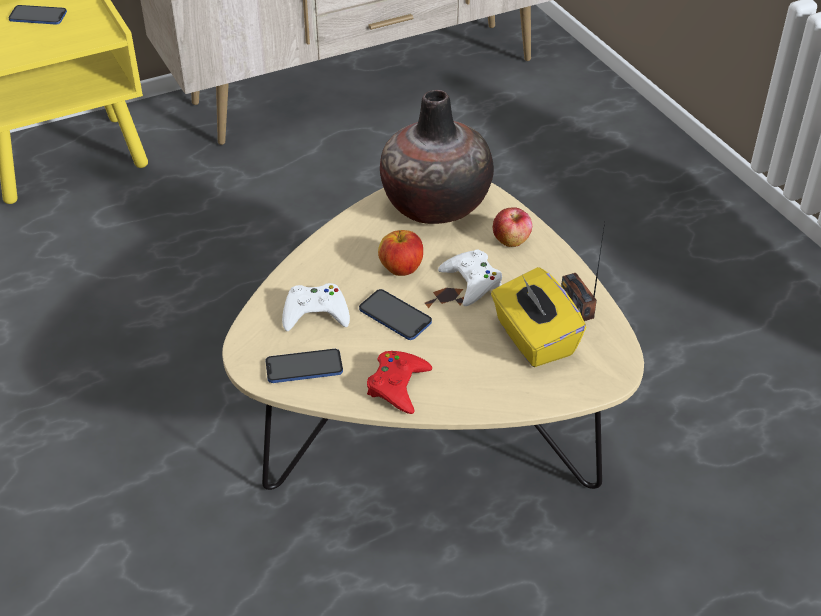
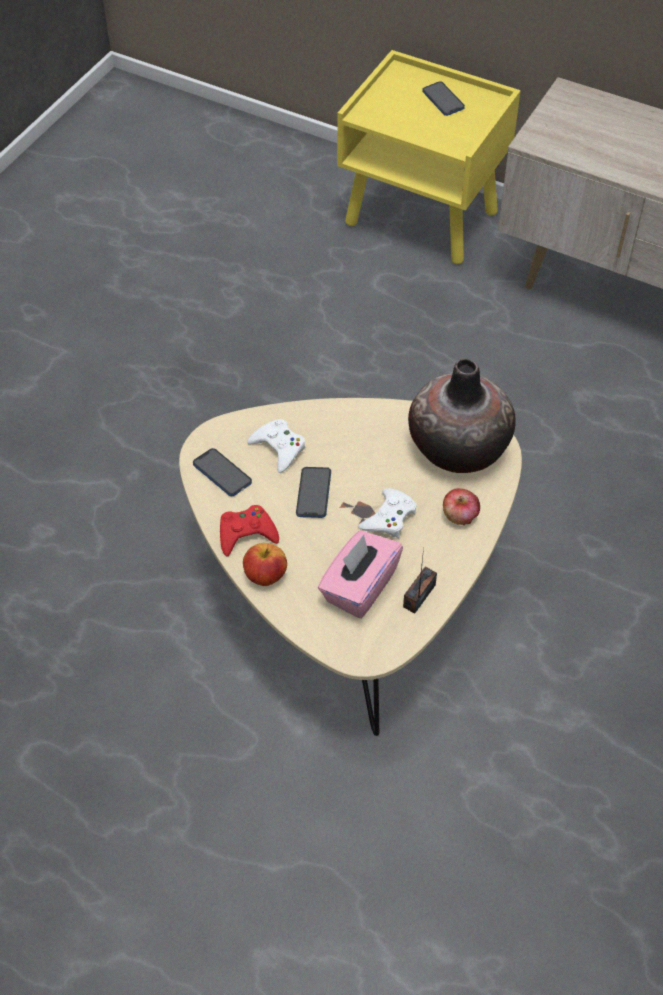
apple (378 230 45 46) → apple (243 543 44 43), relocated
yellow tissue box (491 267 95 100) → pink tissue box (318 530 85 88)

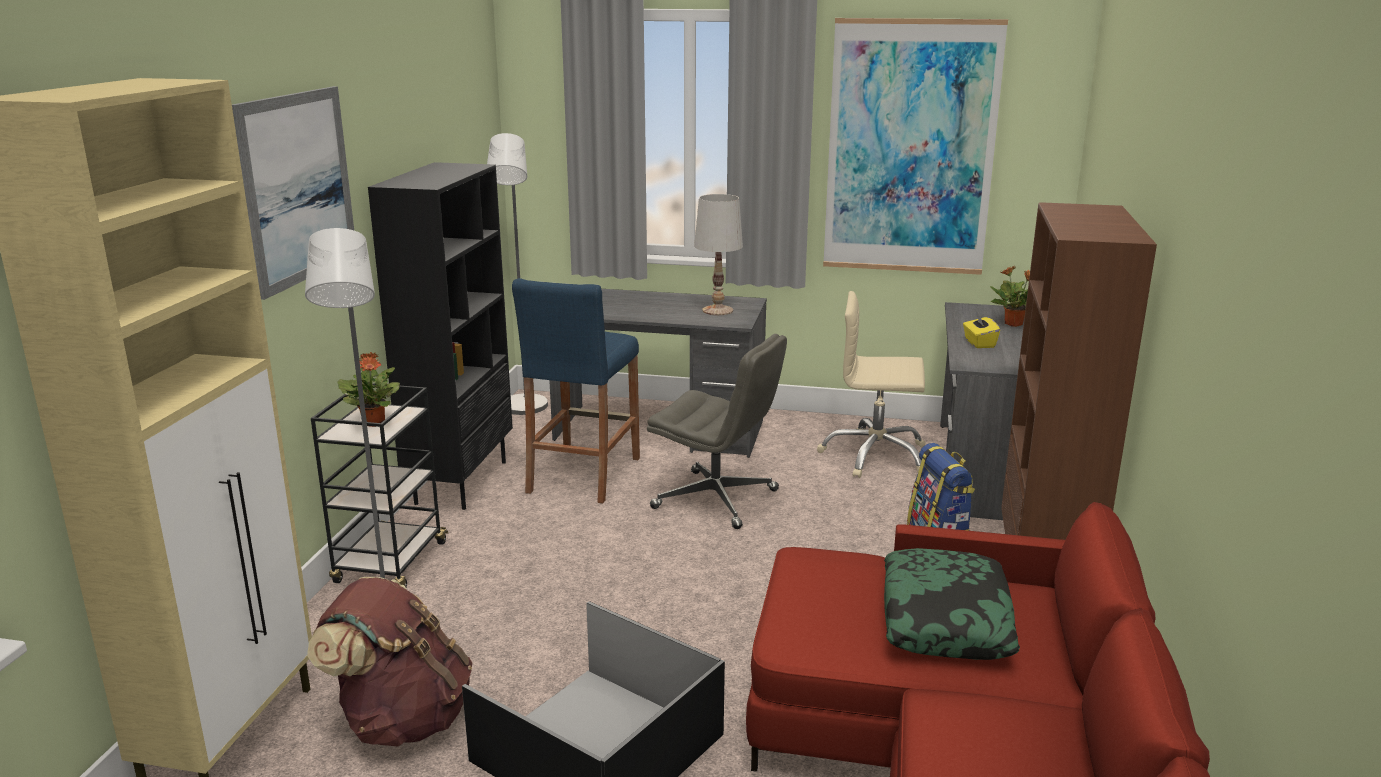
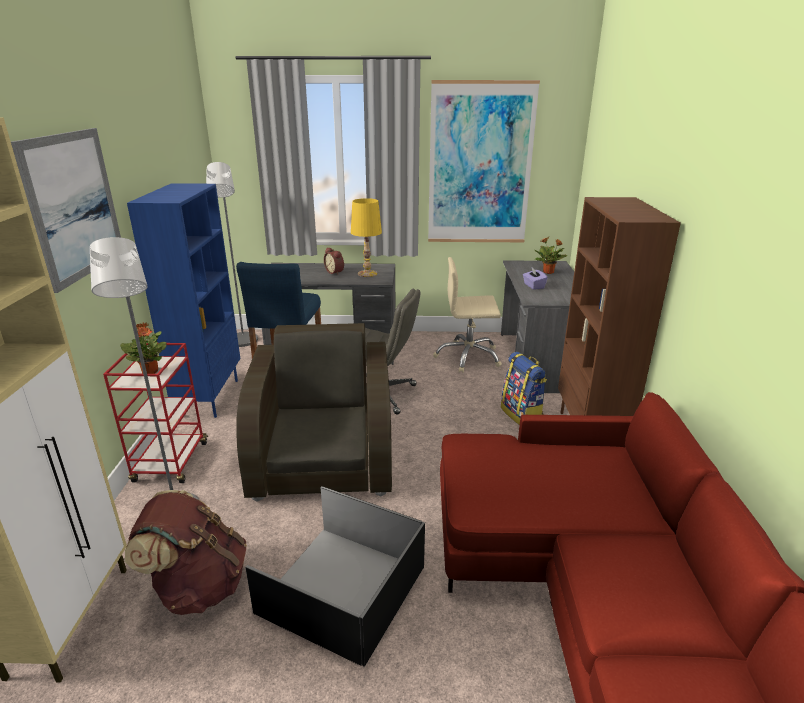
black cart (311 383 137 204) → red cart (103 343 105 140)
black bookcase (368 162 145 348) → blue bookcase (127 183 113 235)
white table lamp (694 194 49 121) → yellow table lamp (351 198 31 79)
pillow (884 548 136 112) → -
yellow tissue box (963 312 37 36) → purple tissue box (523 267 25 23)
- → brown armchair (236 323 156 179)
- → alarm clock (324 247 20 28)

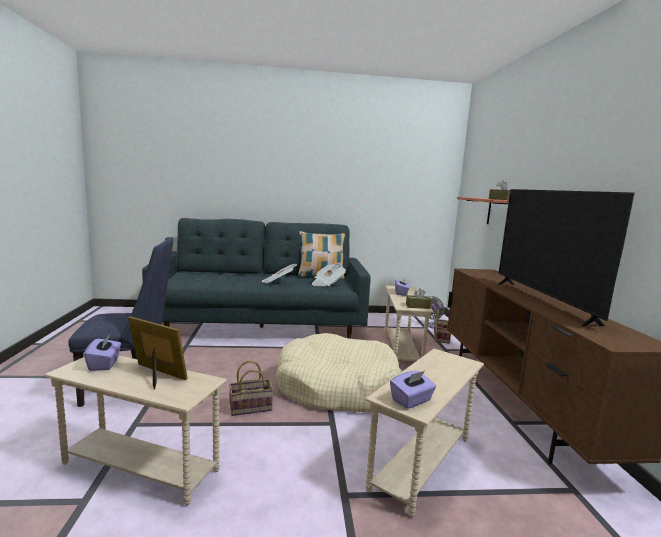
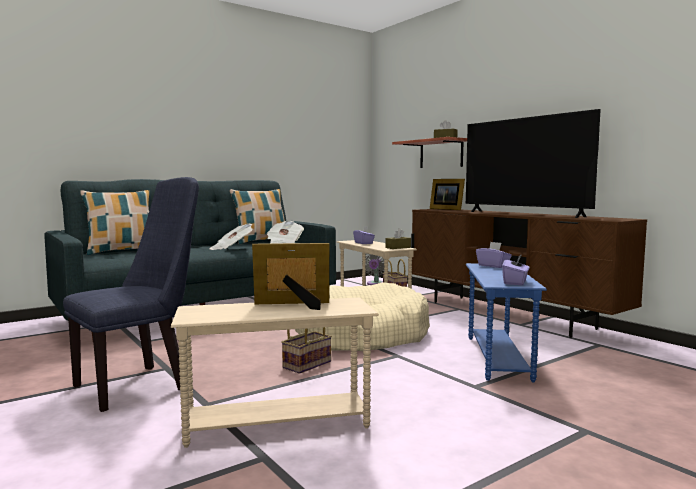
purple tissue box (84 333 37 38) → purple tissue box (476 242 36 26), relocated
beige side table (365 349 119 168) → blue side table (466 263 81 120)
- → pillow (80 190 70 65)
- → picture frame (430 179 35 31)

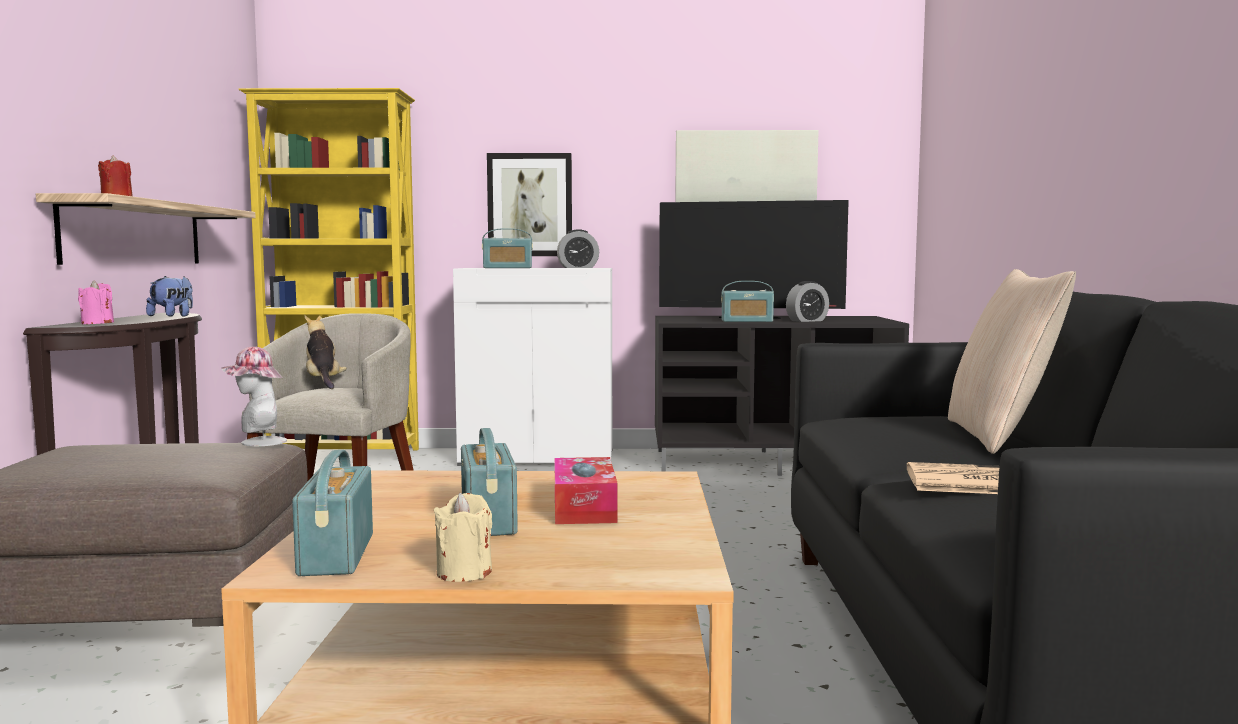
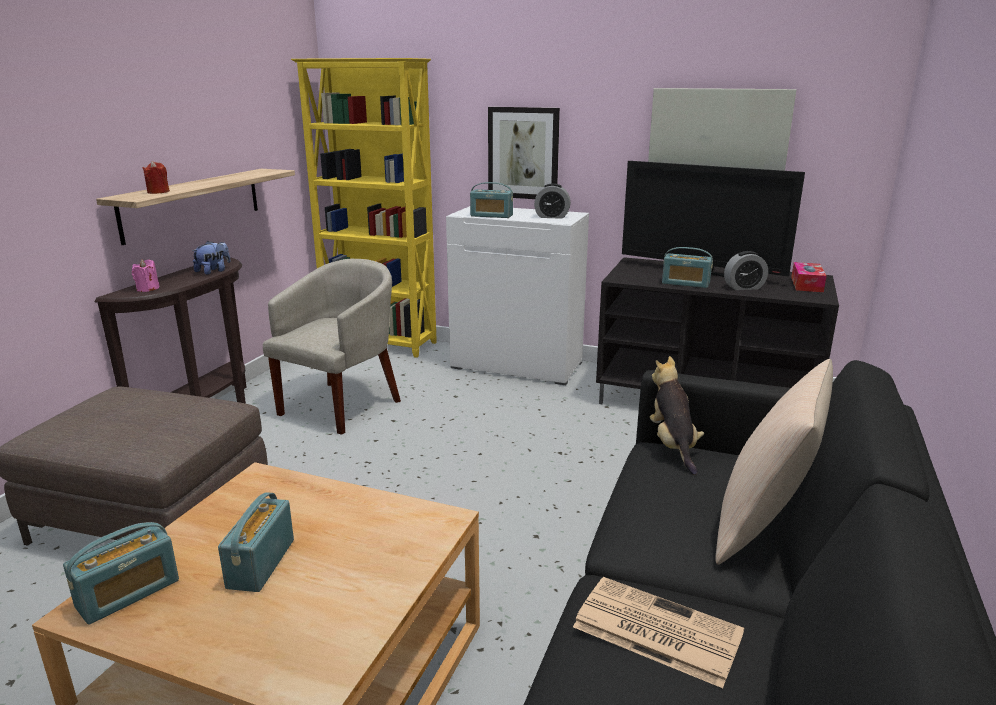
hat (221 347 66 99) → -
radio (292 450 81 126) → radio (63 522 116 102), 150 degrees counterclockwise
plush toy (305 315 42 74) → plush toy (650 356 54 119), relocated
beige candle (434 493 58 89) → -
tissue box (555 457 63 67) → tissue box (791 262 36 30), relocated

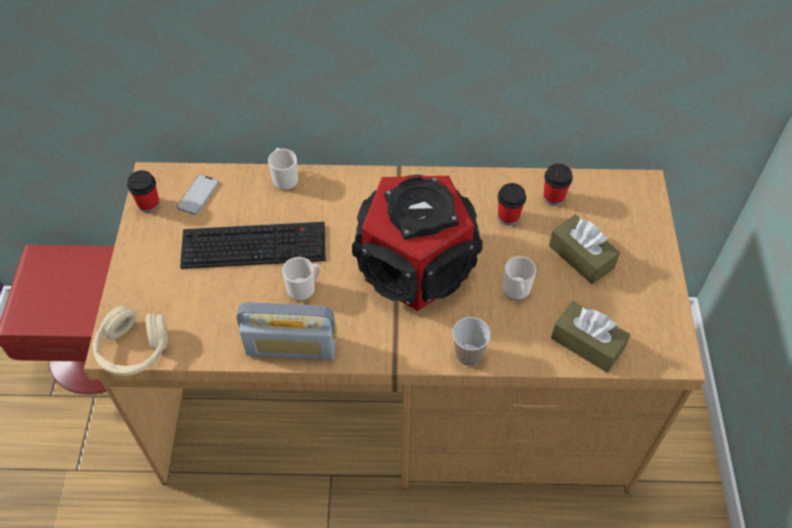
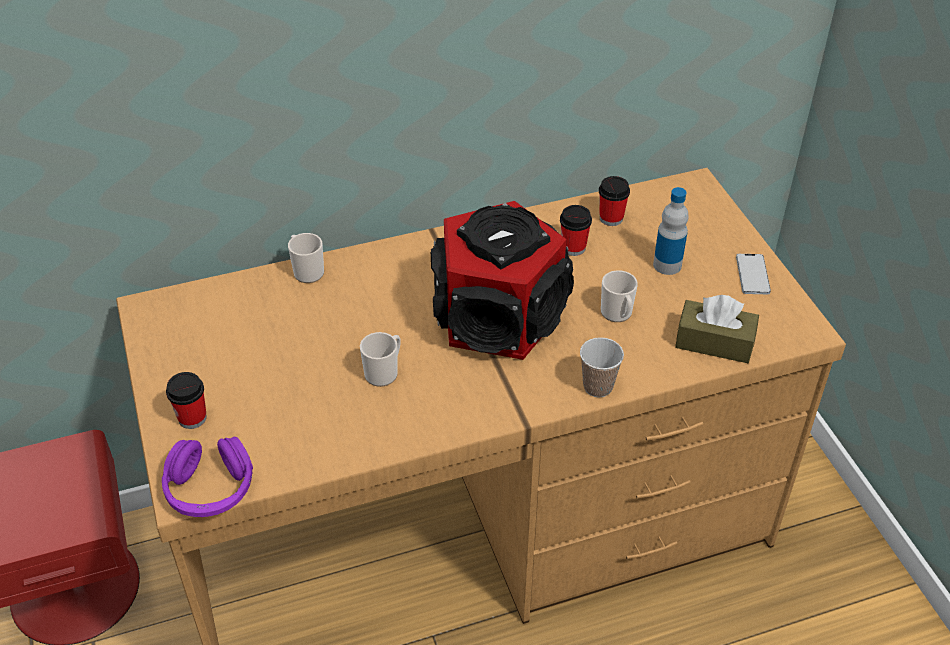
beige headphones (93 305 75 71) → purple headphones (162 437 91 80)
cup (127 170 33 43) → cup (166 372 41 57), relocated
phone (177 174 42 41) → phone (736 254 35 40), relocated
keyboard (180 222 146 47) → -
radio (237 302 100 58) → -
brown tissue box (549 214 71 70) → bottle (653 187 36 88)

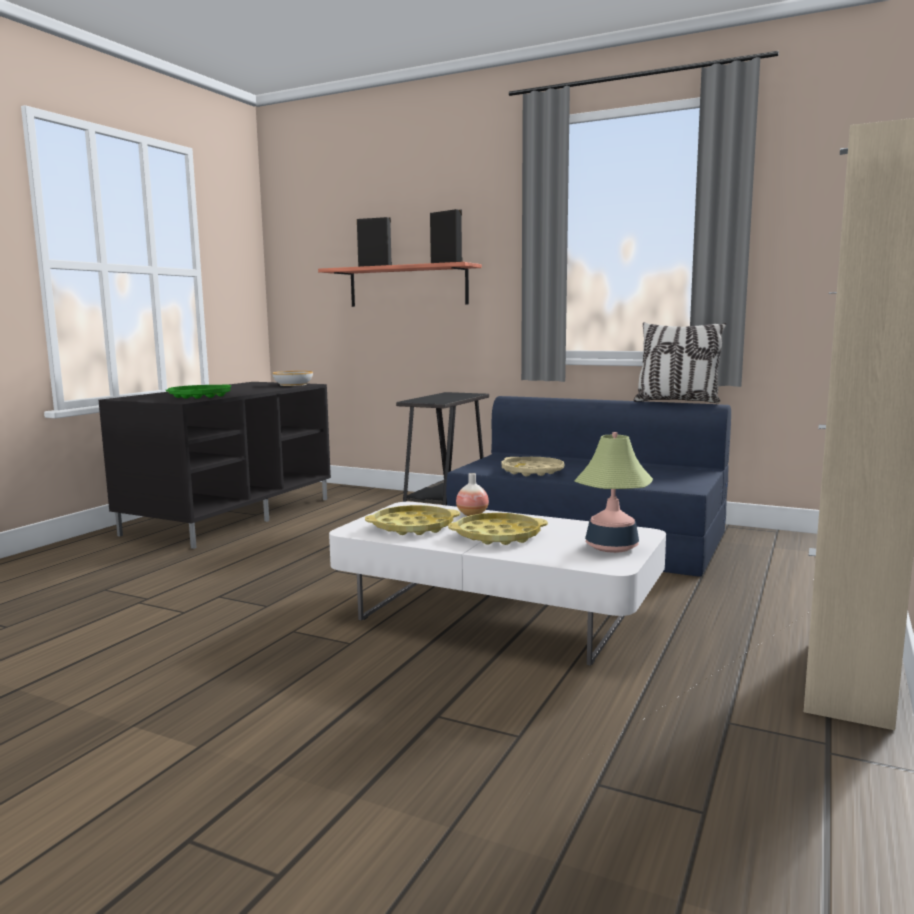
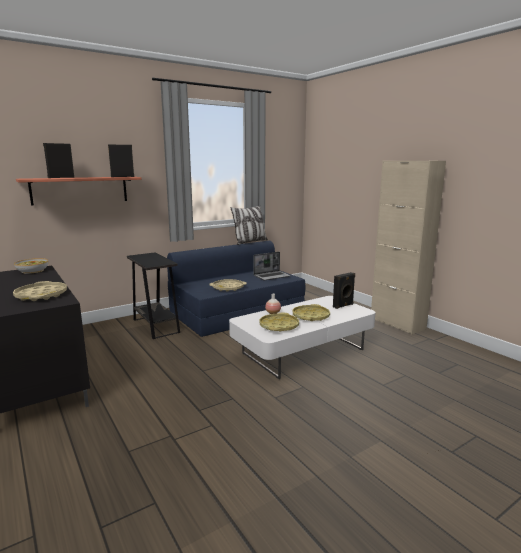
green tray (166 385 65 14) → beige tray (13 281 54 20)
table lamp (574 432 79 121) → black speaker (333 272 22 37)
- → laptop (253 252 38 29)

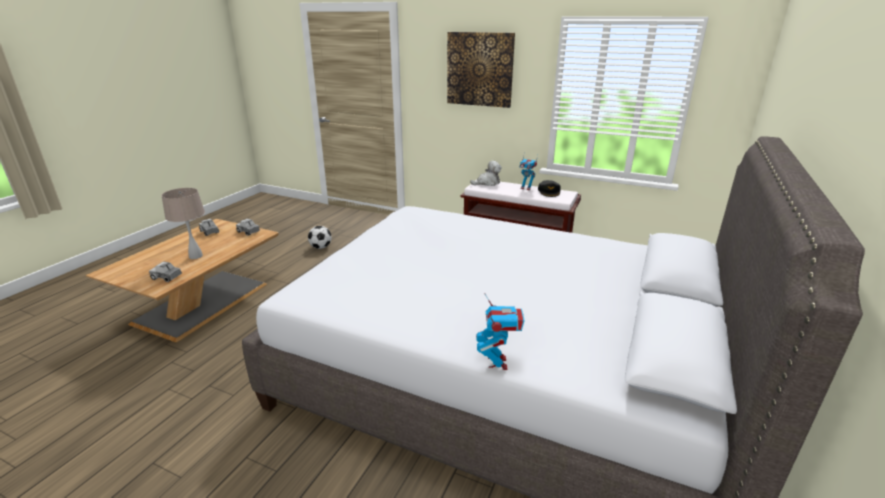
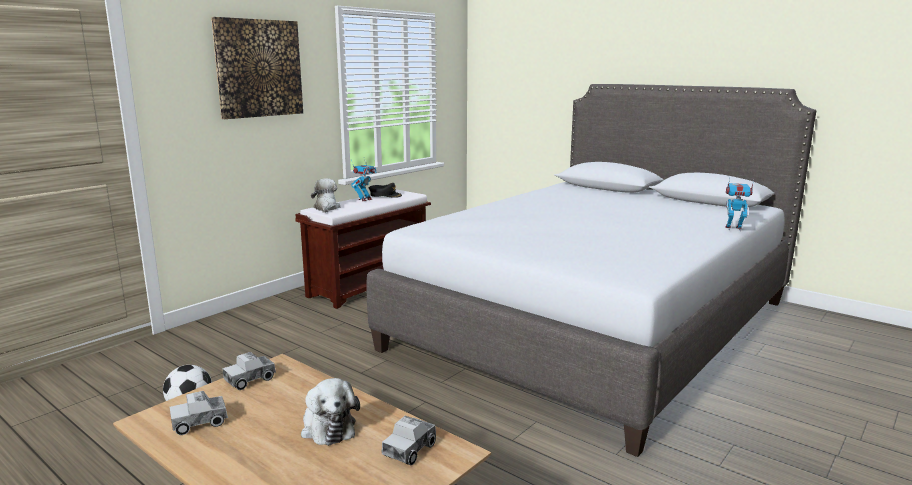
beige table lamp (161 188 44 71) → plush toy (301 378 59 68)

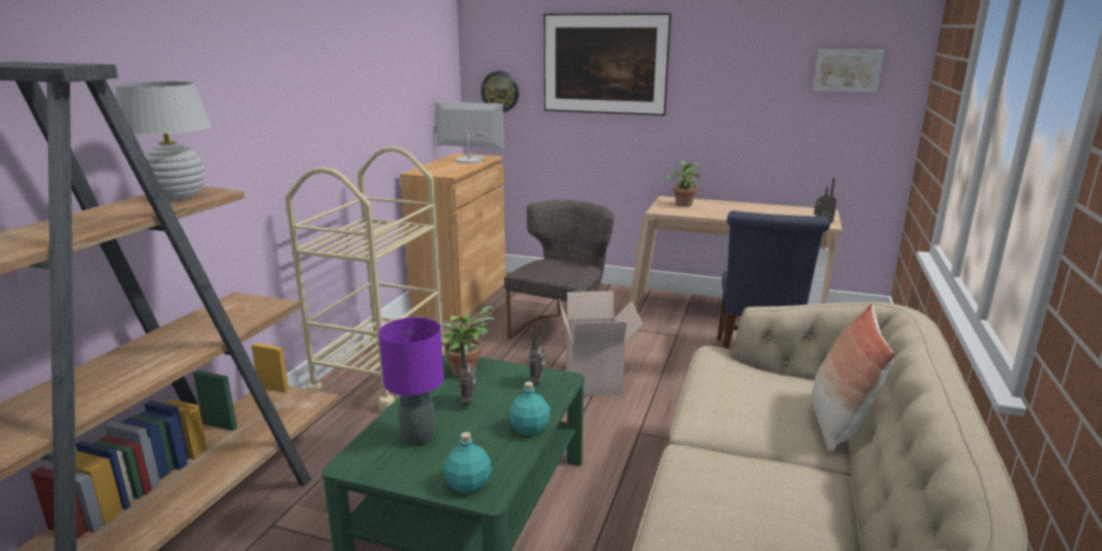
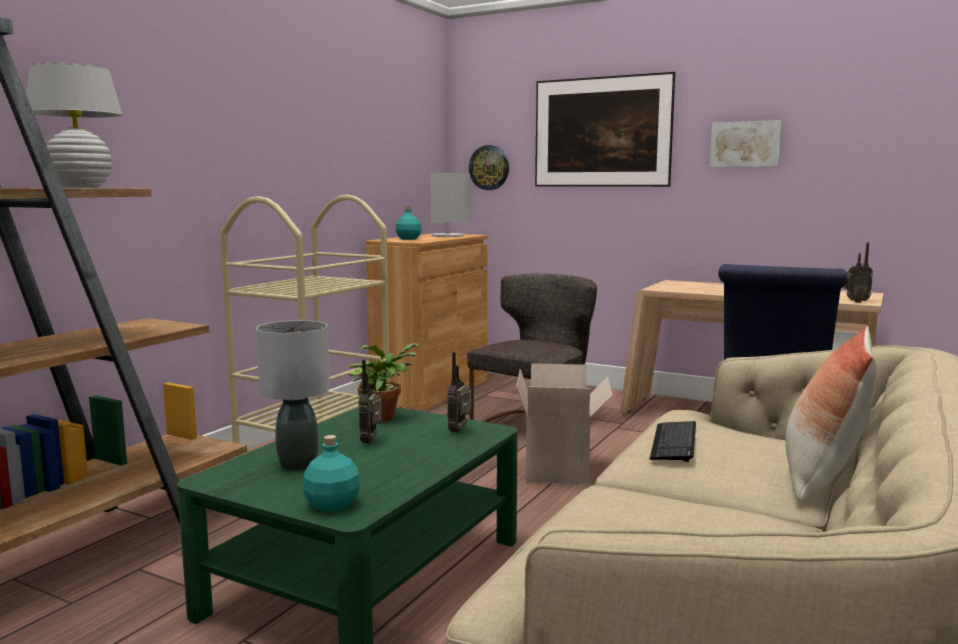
purple table lamp (379 317 65 129) → grey table lamp (256 320 74 151)
monitor (435 102 69 61) → monitor (430 173 40 64), 90 degrees clockwise
turquoise bottle (508 382 43 54) → turquoise bottle (395 206 27 34), relocated
potted plant (666 161 34 46) → -
picture (813 49 72 44) → picture (710 120 72 47), relocated
- → keyboard (650 421 46 41)

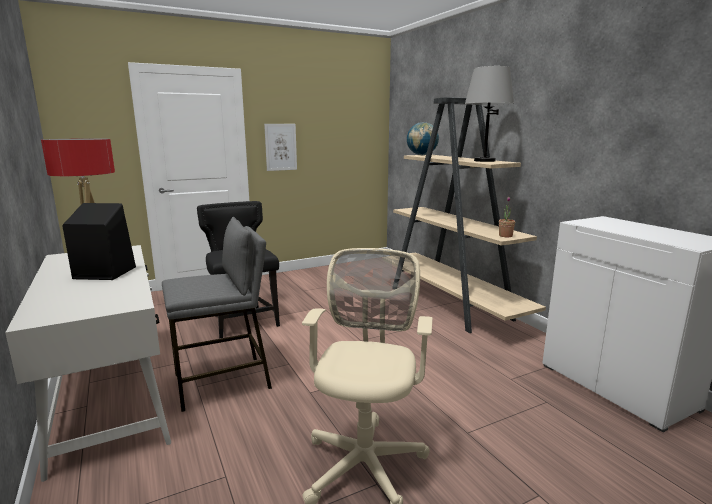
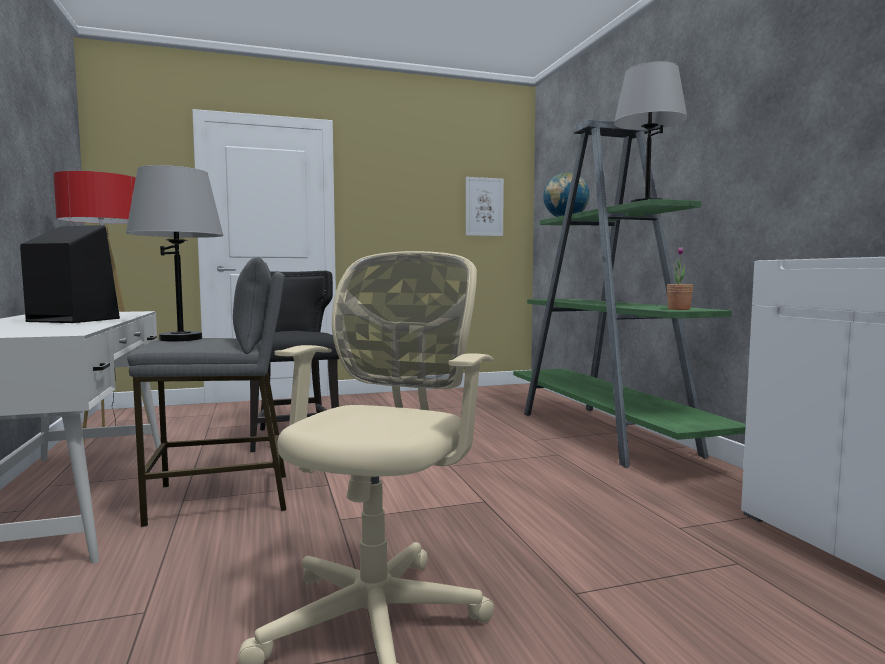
picture (264 124 33 47) → picture (466 177 38 59), relocated
beige bookcase (393 97 153 236) → green bookcase (514 119 232 349)
- → grey table lamp (126 165 98 176)

